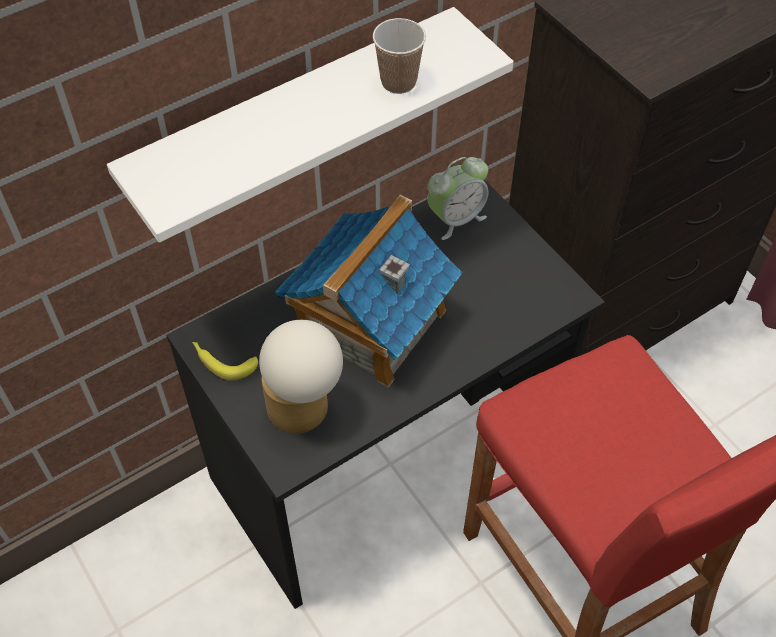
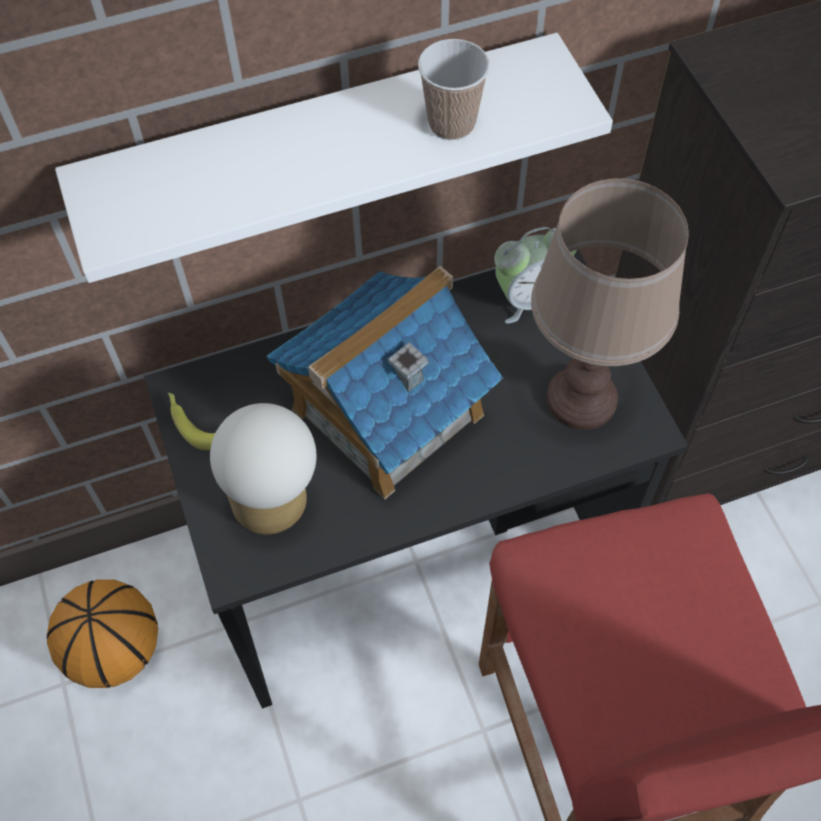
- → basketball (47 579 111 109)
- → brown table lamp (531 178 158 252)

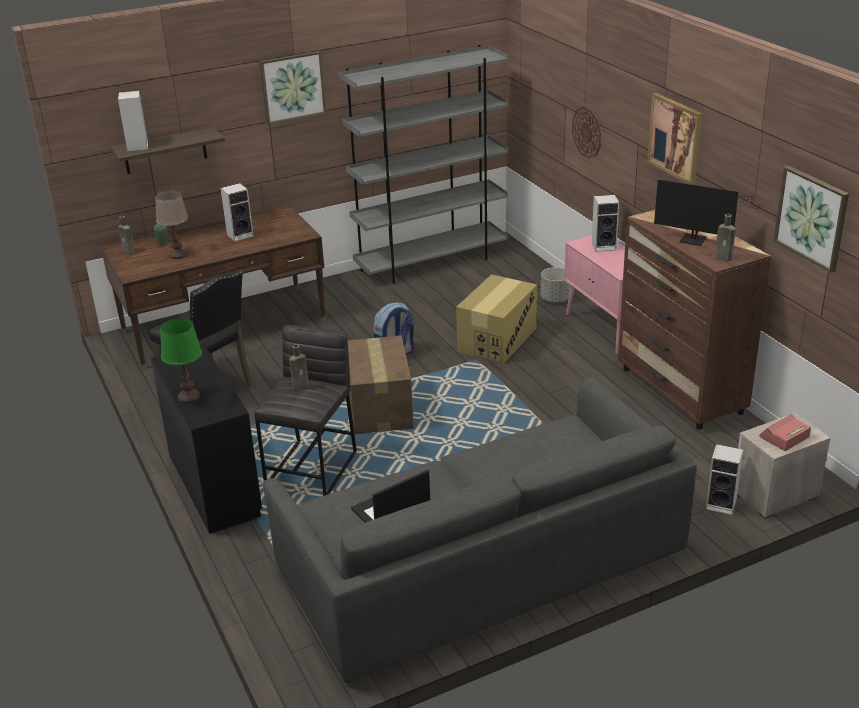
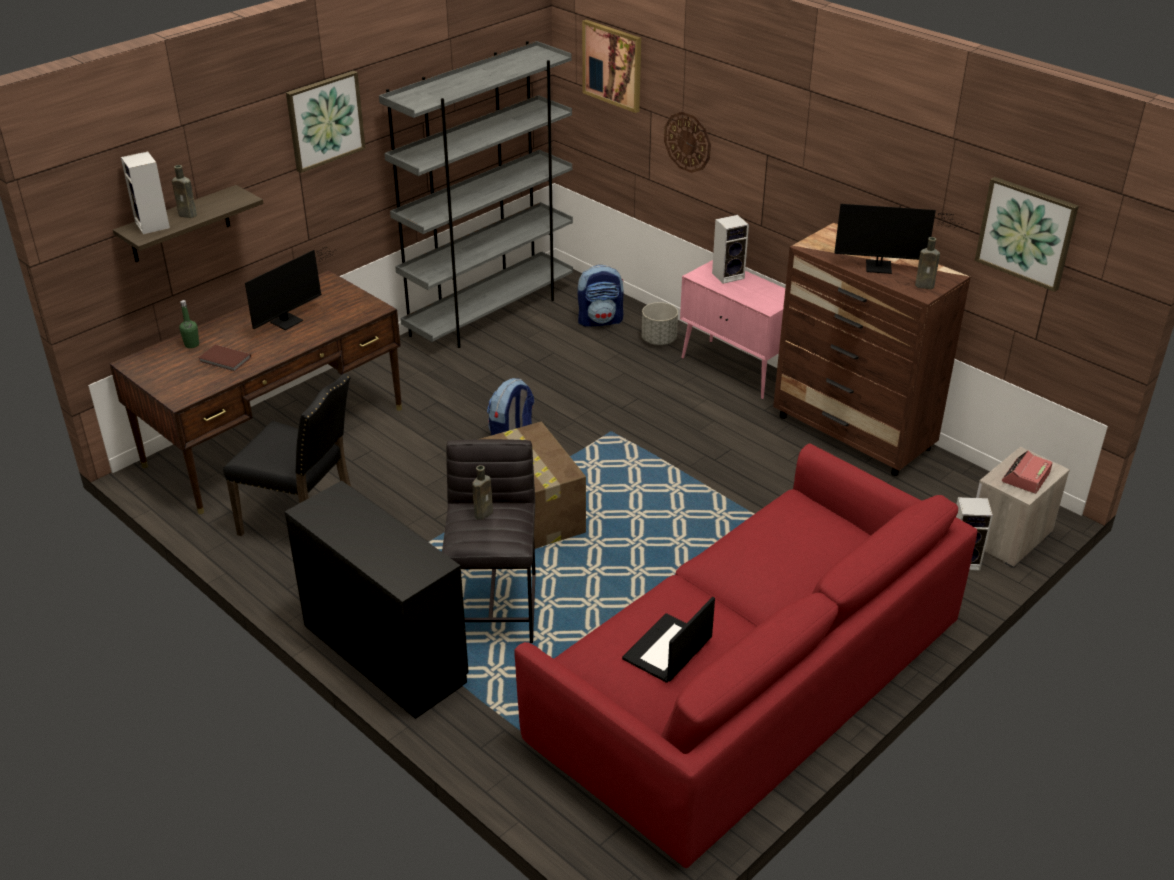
brown bottle (118 216 17 39) → brown bottle (172 165 25 53), relocated
brown table lamp (155 190 33 69) → brown book (199 345 52 27)
green table lamp (160 318 42 85) → -
speaker (221 183 33 59) → monitor (245 247 92 83)
grey sofa (263 377 434 307) → red sofa (514 443 463 425)
cardboard box (456 274 81 90) → -
picture (647 93 55 92) → picture (582 20 59 93), relocated
- → backpack (578 265 46 62)

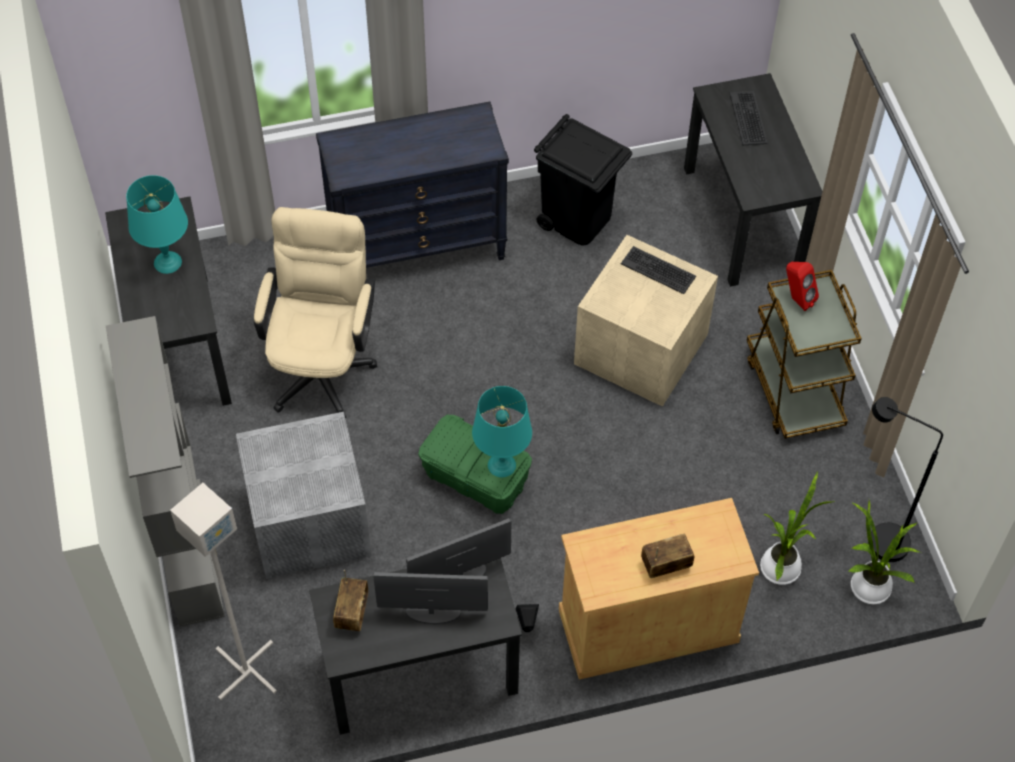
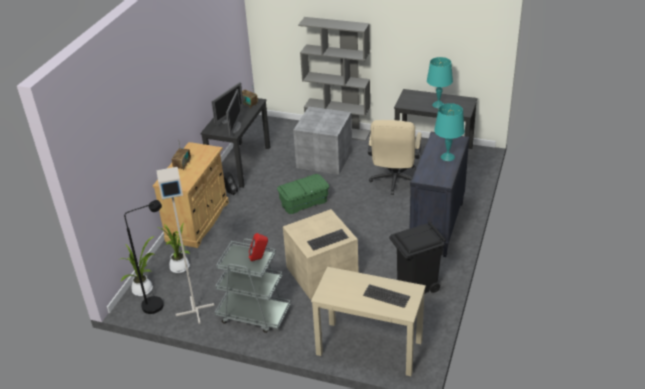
grey floor lamp (170 483 107 217) → grey floor lamp (156 167 58 157), relocated
beige office chair (254 207 123 211) → beige office chair (368 120 54 75), 60 degrees clockwise
turquoise table lamp (472 386 60 91) → turquoise table lamp (434 103 31 58), relocated
black desk (684 73 139 214) → beige desk (311 267 115 109)
brown cart (747 270 115 169) → grey cart (215 239 76 94)

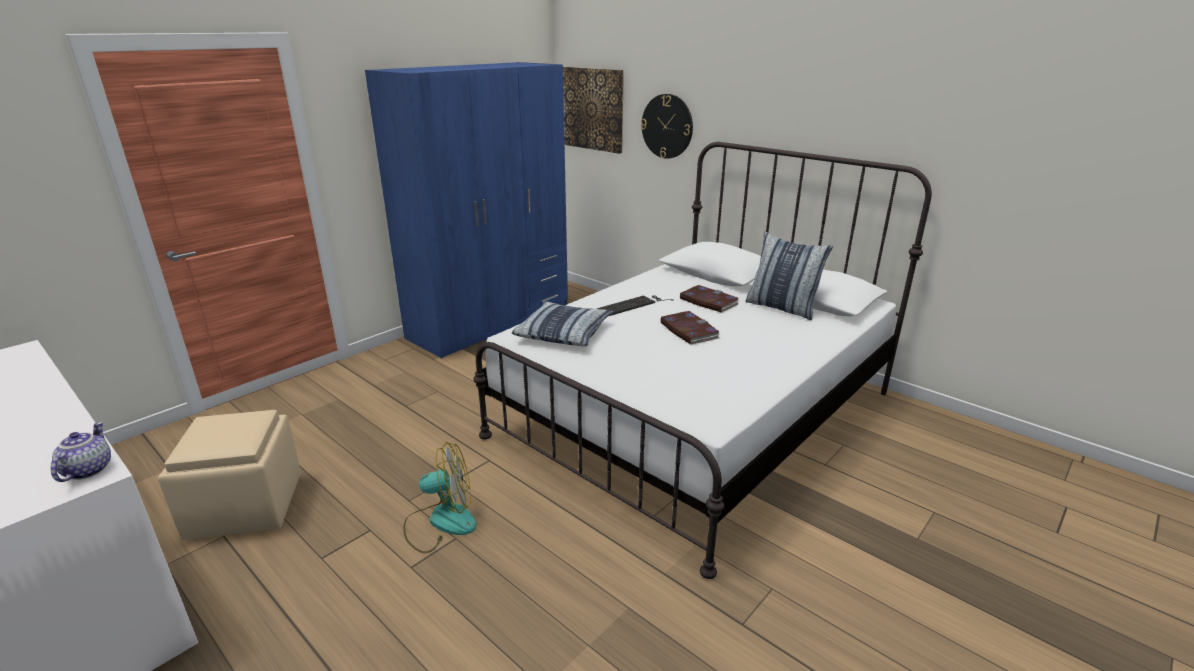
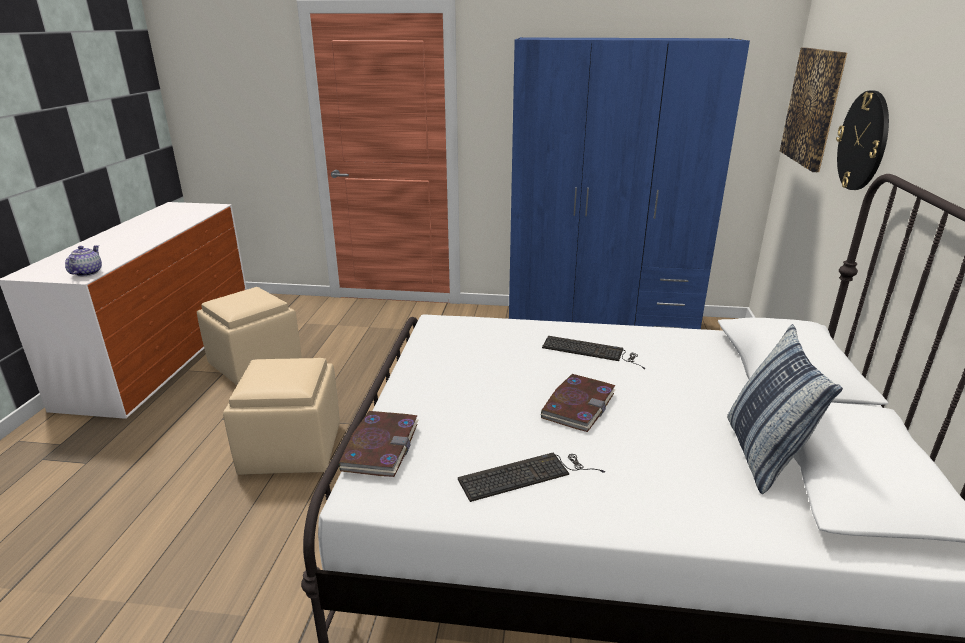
teapot (51 422 60 60) → teapot (65 245 37 31), 45 degrees counterclockwise
fan (403 442 73 111) → beige ottoman (223 358 117 117)
pillow (512 301 101 45) → -
book (680 285 59 28) → book (339 411 79 66), relocated
- → keyboard (458 453 147 49)

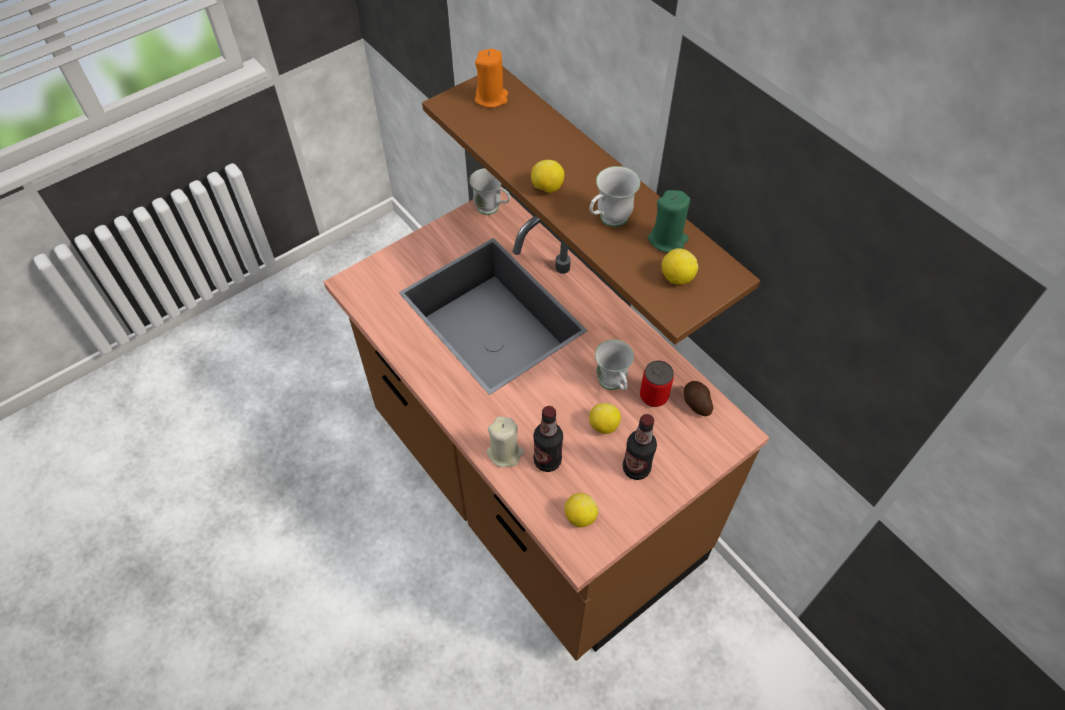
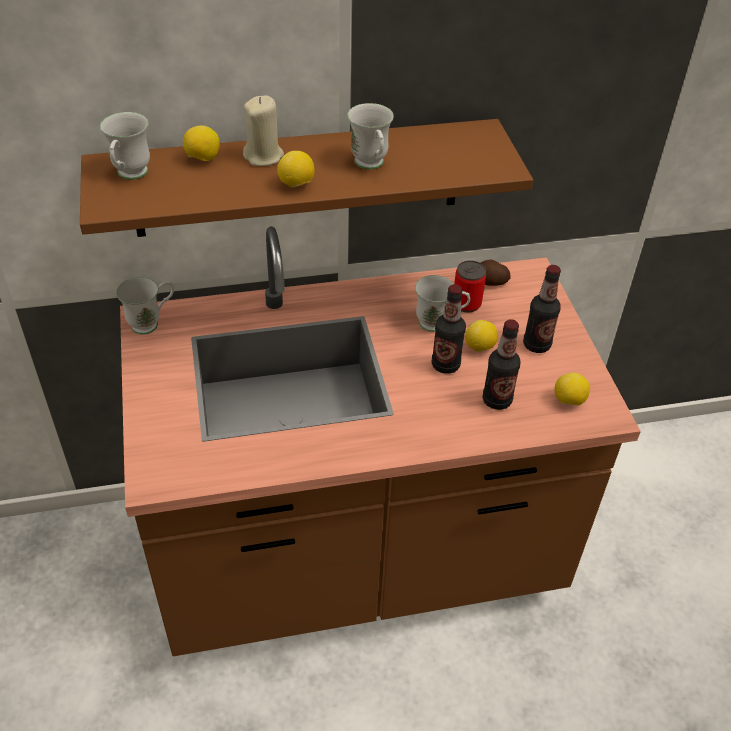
orange candle (475 49 33 59) → white mug (100 112 50 68)
beige candle (487 417 37 50) → beige candle (243 95 41 71), relocated
green candle (648 190 42 63) → -
lemon (662 248 36 37) → lemon (183 125 37 36), relocated
- → bottle (432 284 34 90)

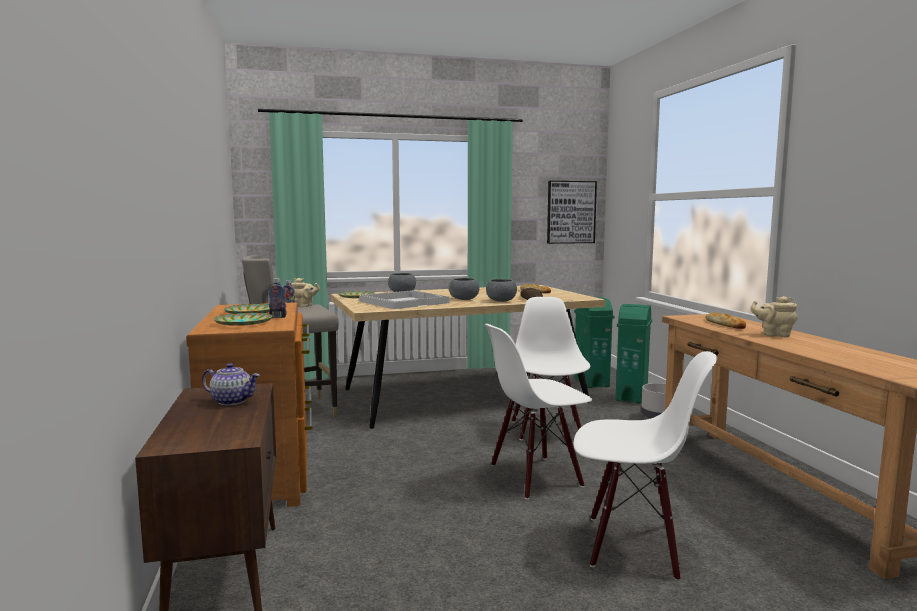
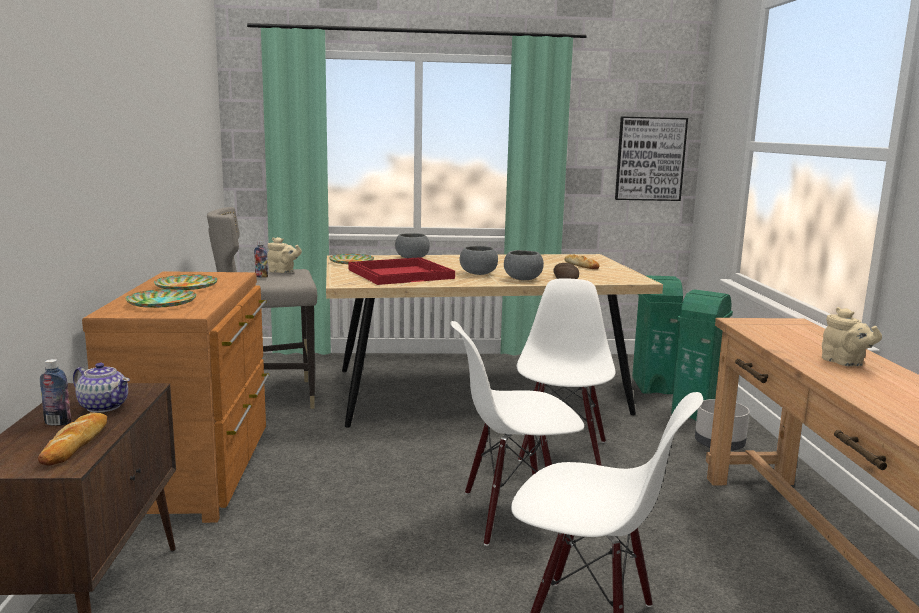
bottle (268 278 19 40) → bottle (40 359 31 67), relocated
white tray (359 290 91 19) → red tray (348 257 107 28)
bread (705 312 41 17) → bread (38 412 69 54), relocated
beige teapot (750 296 47 41) → beige teapot (822 307 60 60), 150 degrees counterclockwise

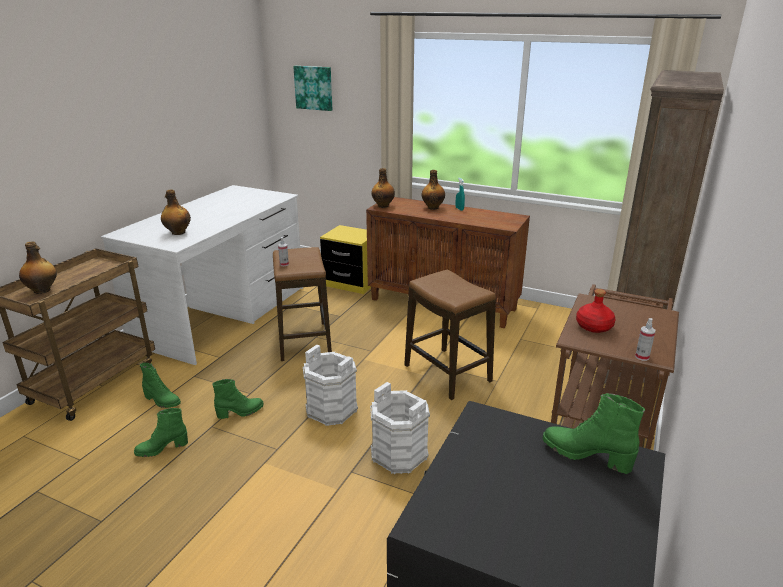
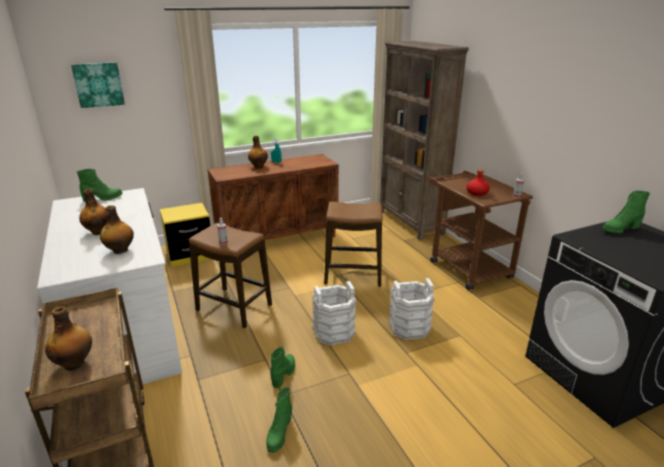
green boot (140 363 41 45) → green boot (77 169 45 33), relocated
bottle (371 168 24 40) → bottle (79 189 28 46), relocated

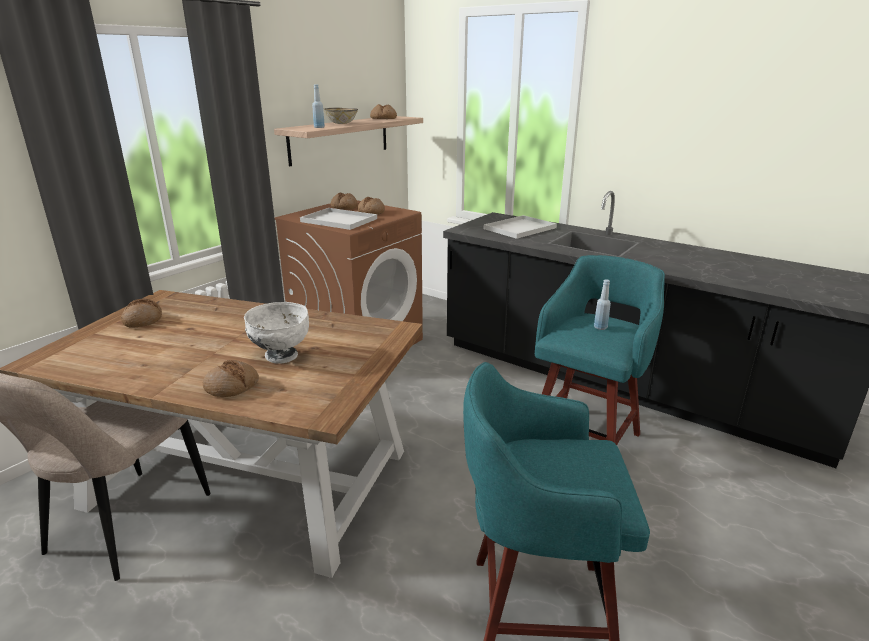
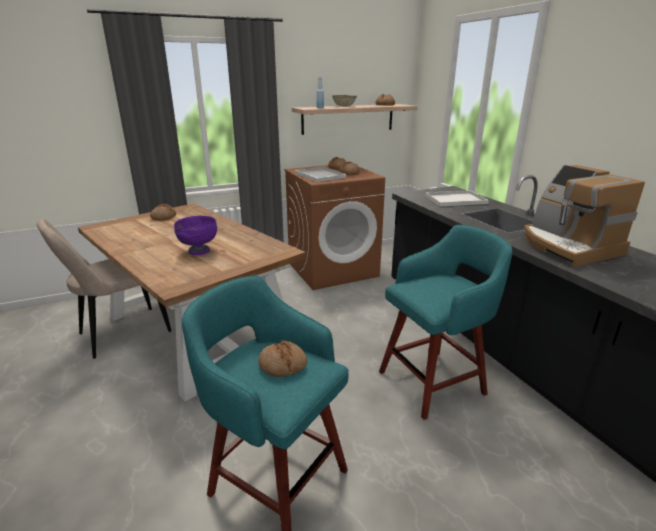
bread (203 360 56 37) → bread (258 341 49 36), relocated
white bowl (244 302 65 62) → purple bowl (174 216 43 39)
blue bottle (594 279 17 51) → -
- → coffee machine (524 165 121 102)

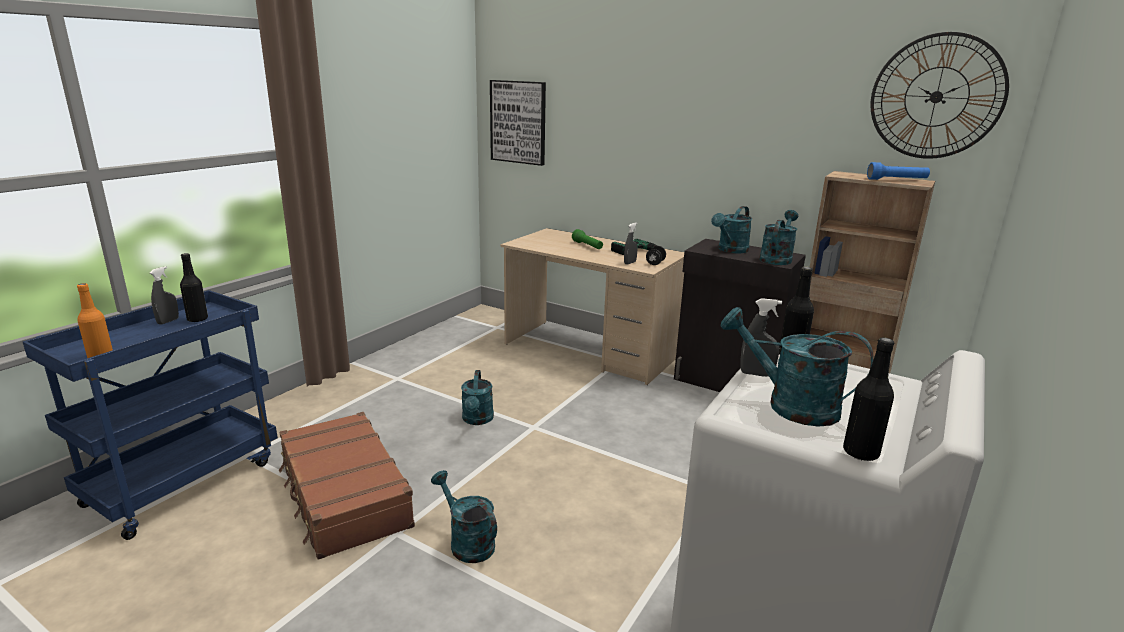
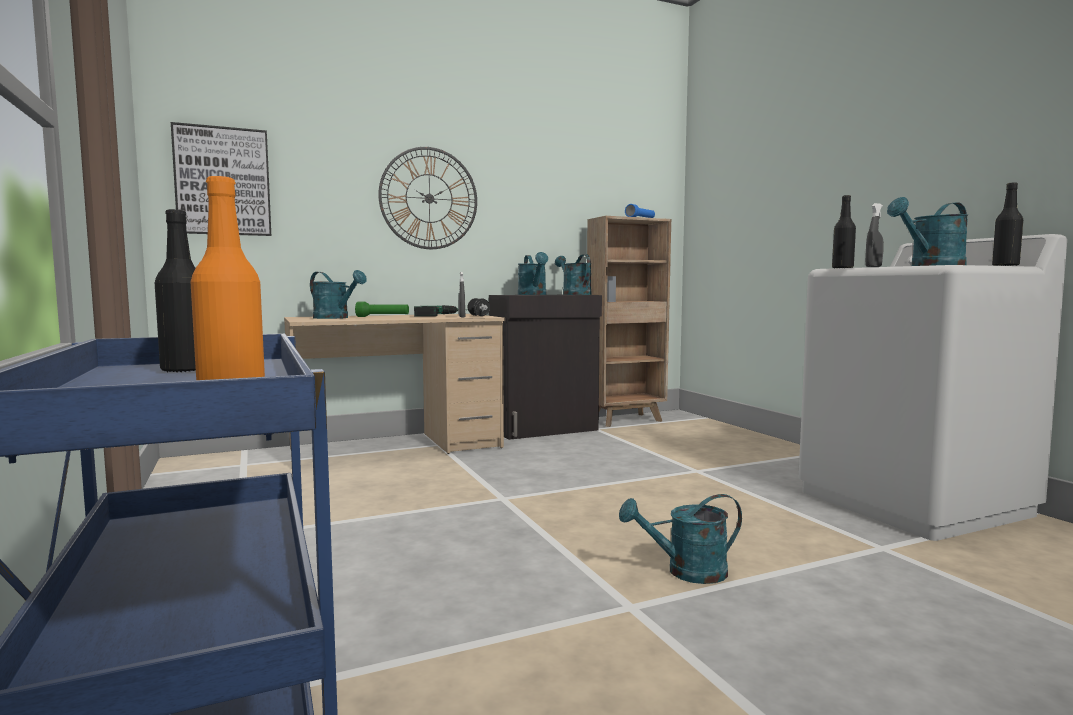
grey spray bottle (150 266 29 59) → -
brown suitcase (279 412 136 148) → -
turquoise watering can (461 370 33 55) → turquoise watering can (310 270 57 49), relocated
wall clock (870 32 139 127) → wall clock (378 147 99 102), relocated

